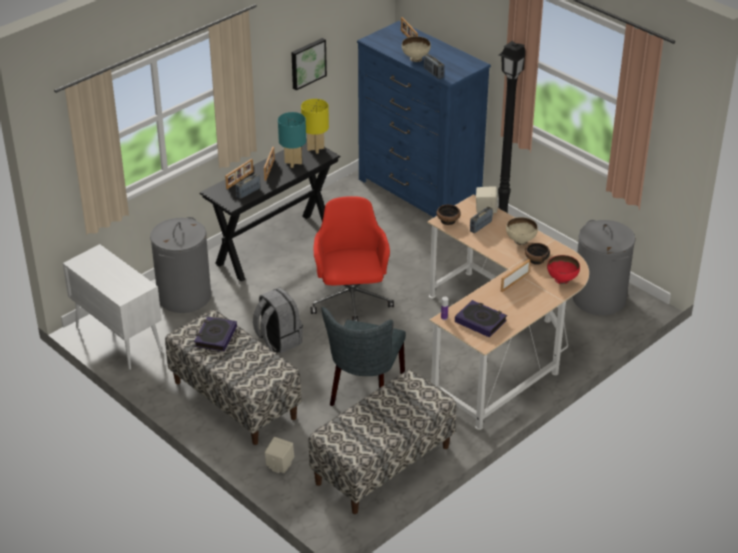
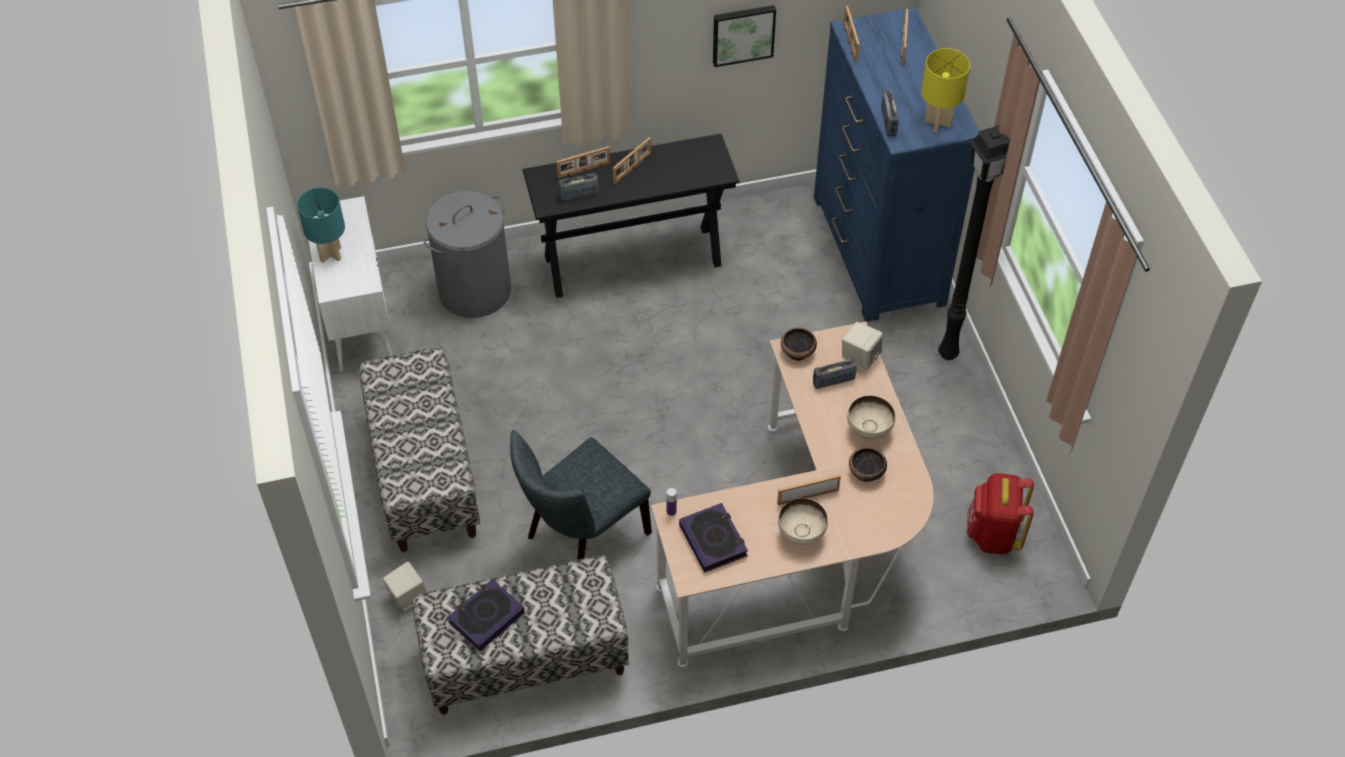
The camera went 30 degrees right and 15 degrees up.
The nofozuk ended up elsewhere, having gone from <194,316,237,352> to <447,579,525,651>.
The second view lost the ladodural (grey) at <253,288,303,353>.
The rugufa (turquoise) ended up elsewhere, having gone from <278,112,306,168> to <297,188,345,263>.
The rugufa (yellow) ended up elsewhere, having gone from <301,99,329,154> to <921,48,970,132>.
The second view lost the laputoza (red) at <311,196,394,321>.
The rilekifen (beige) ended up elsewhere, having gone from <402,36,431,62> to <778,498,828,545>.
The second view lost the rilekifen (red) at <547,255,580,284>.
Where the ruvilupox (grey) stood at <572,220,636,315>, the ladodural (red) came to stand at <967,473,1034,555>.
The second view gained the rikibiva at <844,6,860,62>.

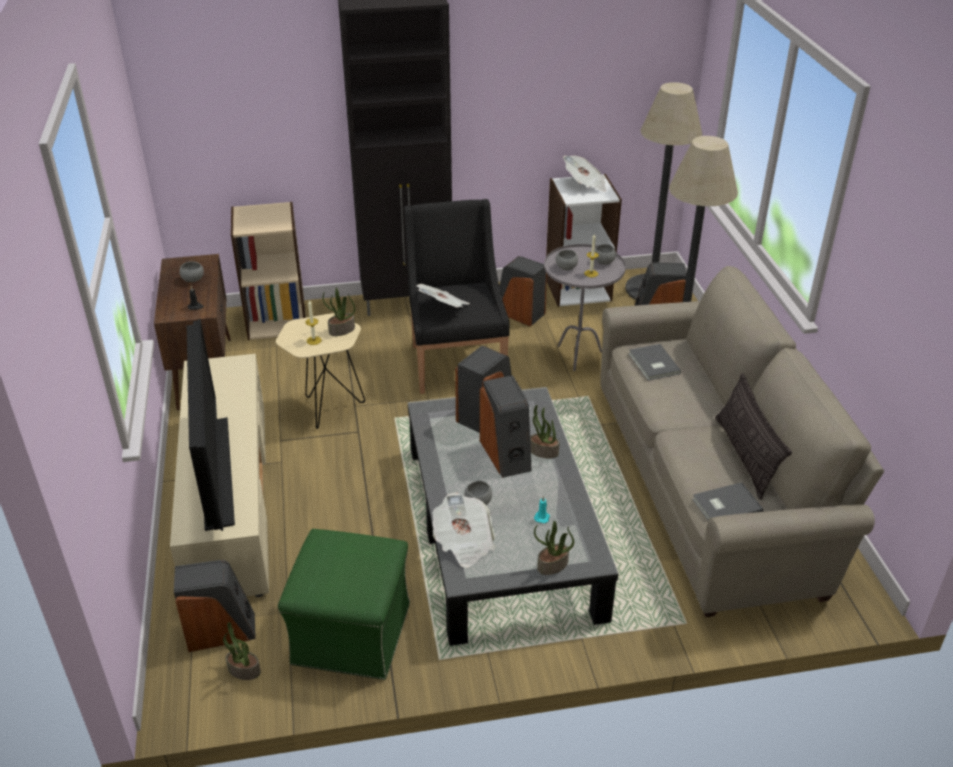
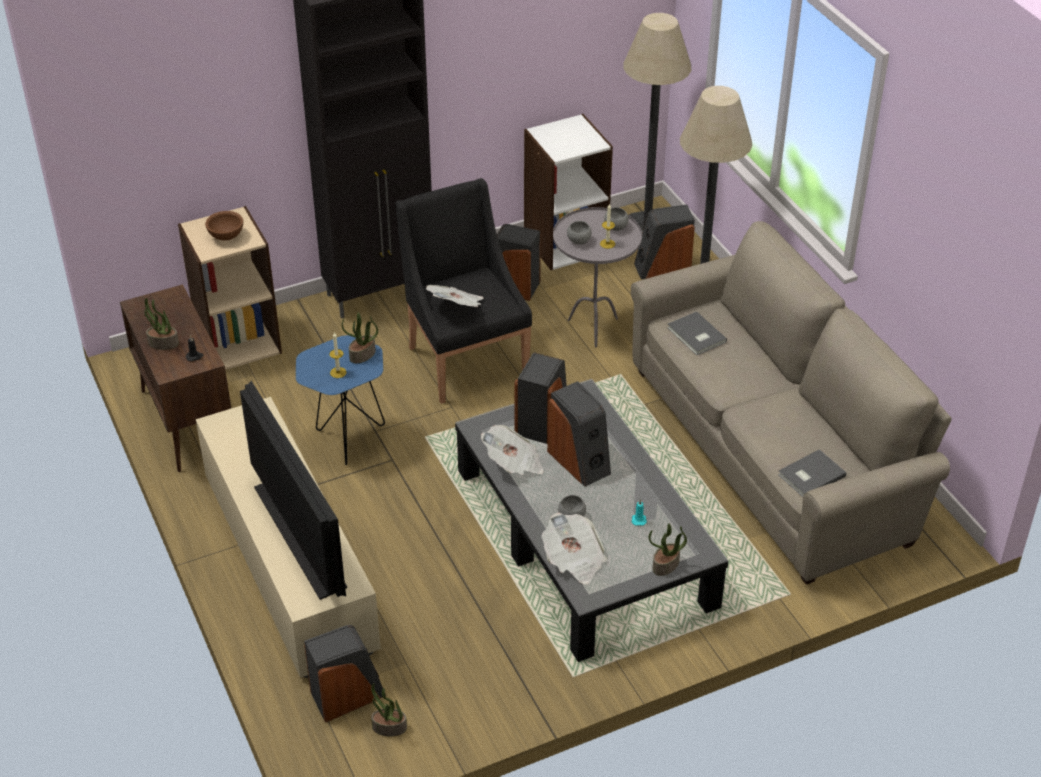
The camera went 15 degrees left and 5 degrees up.
The second view lost the rilekifen (grey) at <179,262,204,282>.
What was the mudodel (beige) at <276,313,365,429> turned into the mudodel (blue) at <296,335,385,465>.
The second view lost the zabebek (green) at <278,529,410,680>.
The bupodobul ended up elsewhere, having gone from <530,405,559,459> to <144,298,179,350>.
The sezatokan ended up elsewhere, having gone from <563,155,606,191> to <481,425,544,475>.
The second view lost the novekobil at <715,373,792,500>.
The second view gained the rilekifen (brown) at <205,211,243,241>.

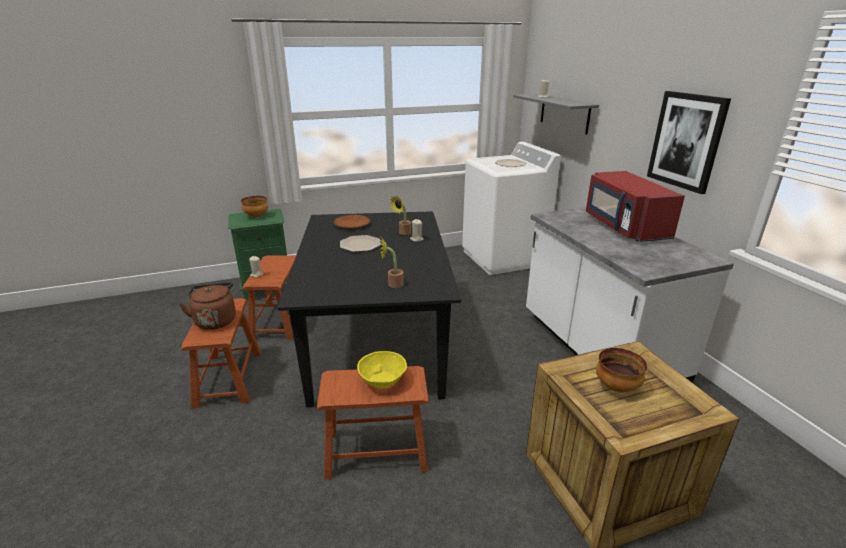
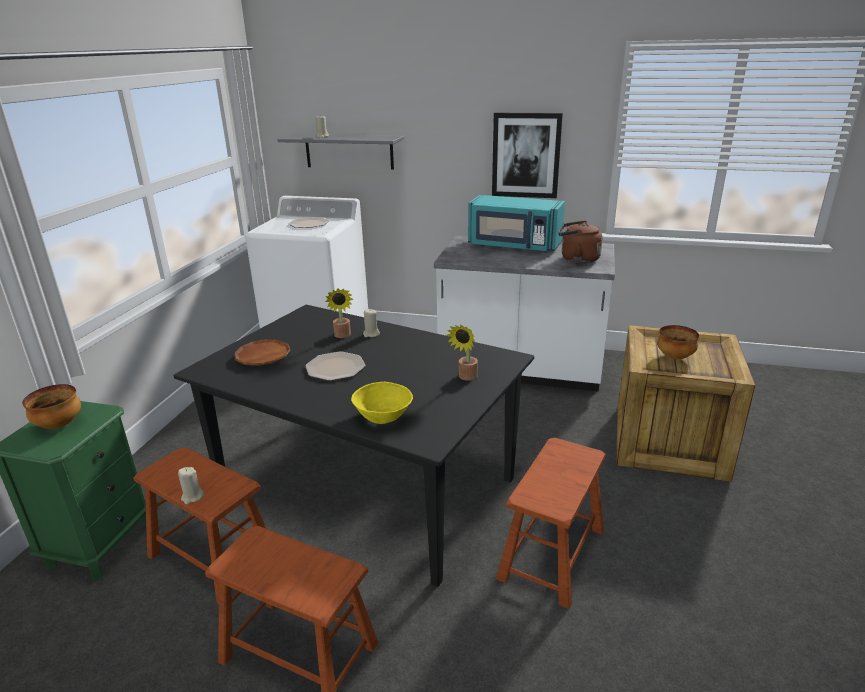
The camera went 55 degrees left and 0 degrees up.
The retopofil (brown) ended up elsewhere, having gone from <179,282,236,330> to <558,221,603,264>.
The rilekifen (yellow) ended up elsewhere, having gone from <357,351,407,389> to <351,382,413,424>.
What was the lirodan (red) at <586,171,685,242> turned into the lirodan (turquoise) at <468,195,565,252>.

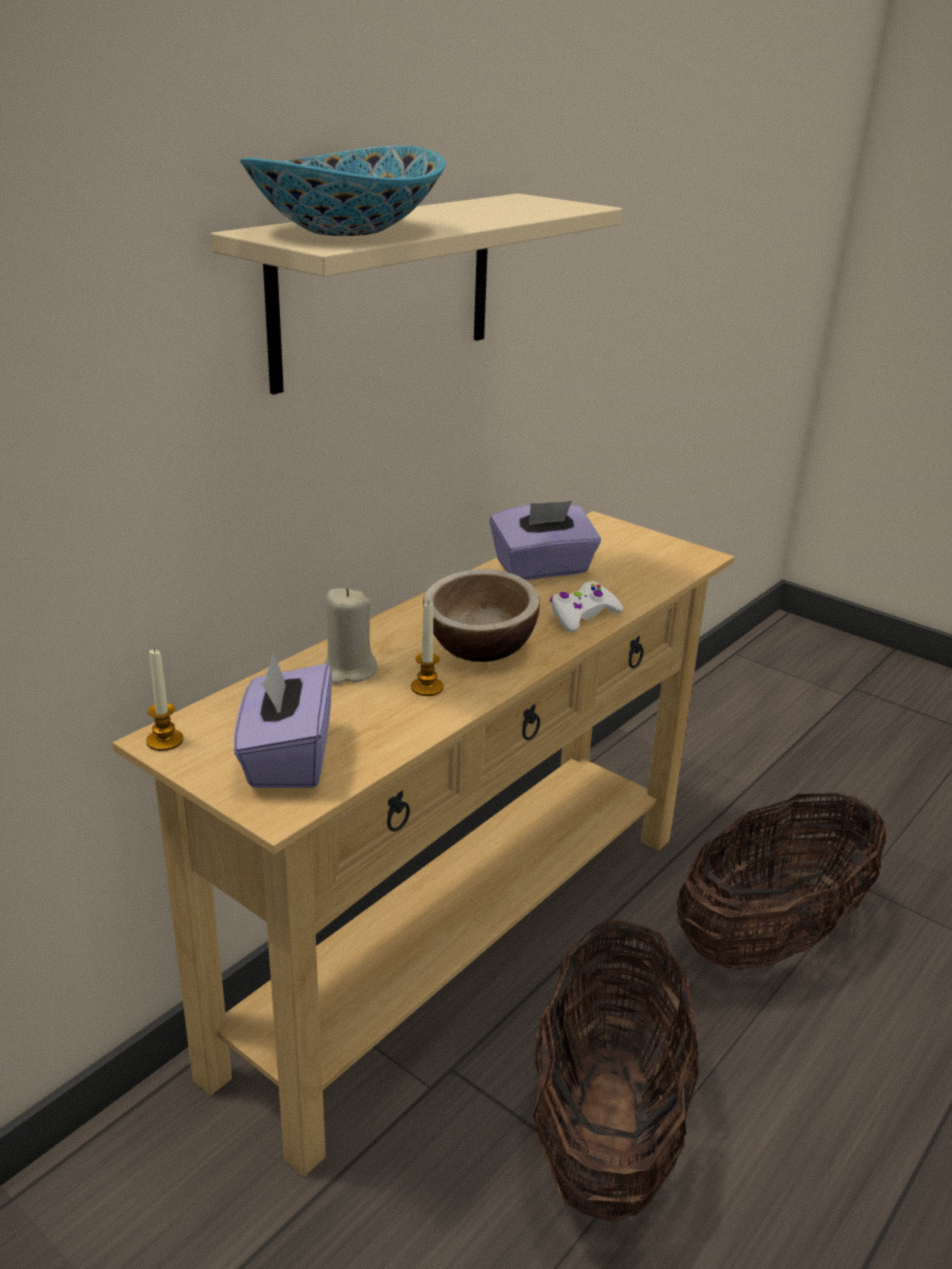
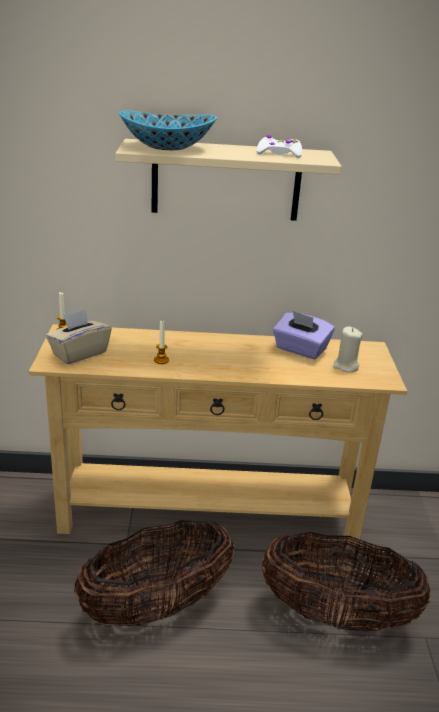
The camera went 50 degrees right and 0 degrees up.
What was the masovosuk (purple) at <234,653,332,788> turned into the masovosuk (beige) at <46,309,112,364>.
The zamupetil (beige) ended up elsewhere, having gone from <323,588,378,684> to <333,326,363,372>.
The second view lost the rilekifen at <423,569,540,662>.
The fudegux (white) ended up elsewhere, having gone from <550,582,623,632> to <256,135,302,158>.

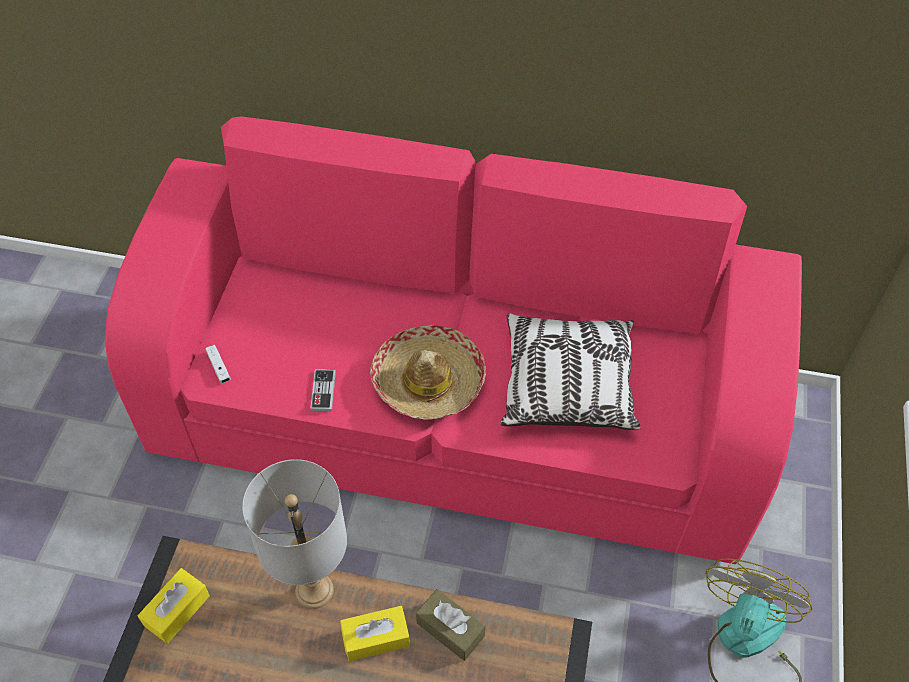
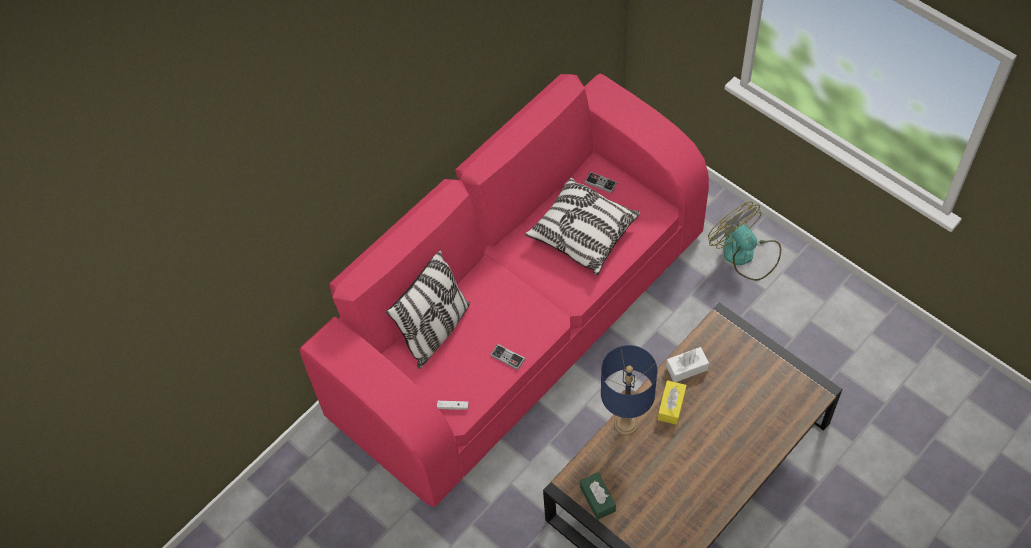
The camera went 55 degrees left and 5 degrees up.
What was the masovosuk (yellow) at <138,568,210,644> turned into the masovosuk (green) at <580,472,616,520>.
What was the rugufa (grey) at <242,459,347,609> turned into the rugufa (blue) at <601,345,657,435>.
The second view lost the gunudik at <370,325,486,420>.
What was the masovosuk (brown) at <416,589,485,661> turned into the masovosuk (white) at <666,347,709,382>.
The second view gained the novekobil at <386,250,470,369>.
The second view gained the fudegux at <584,172,617,193>.

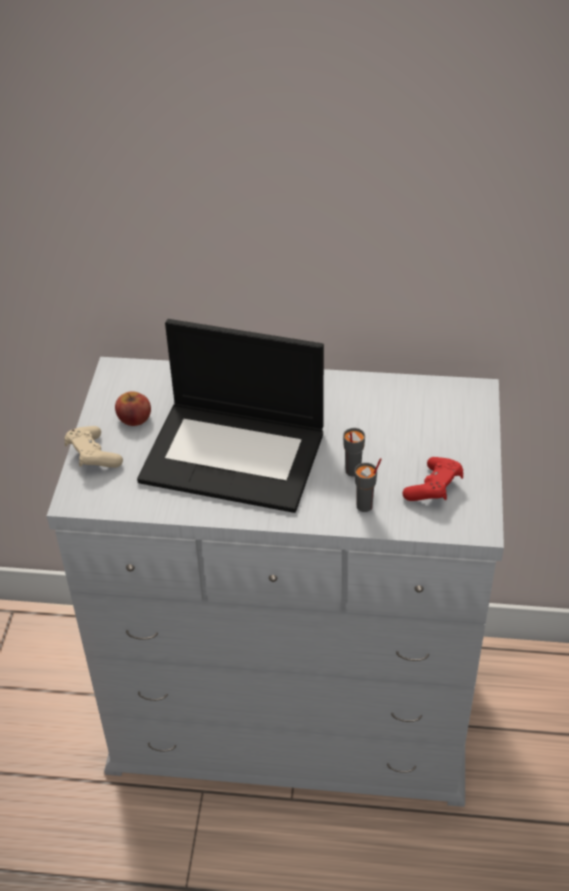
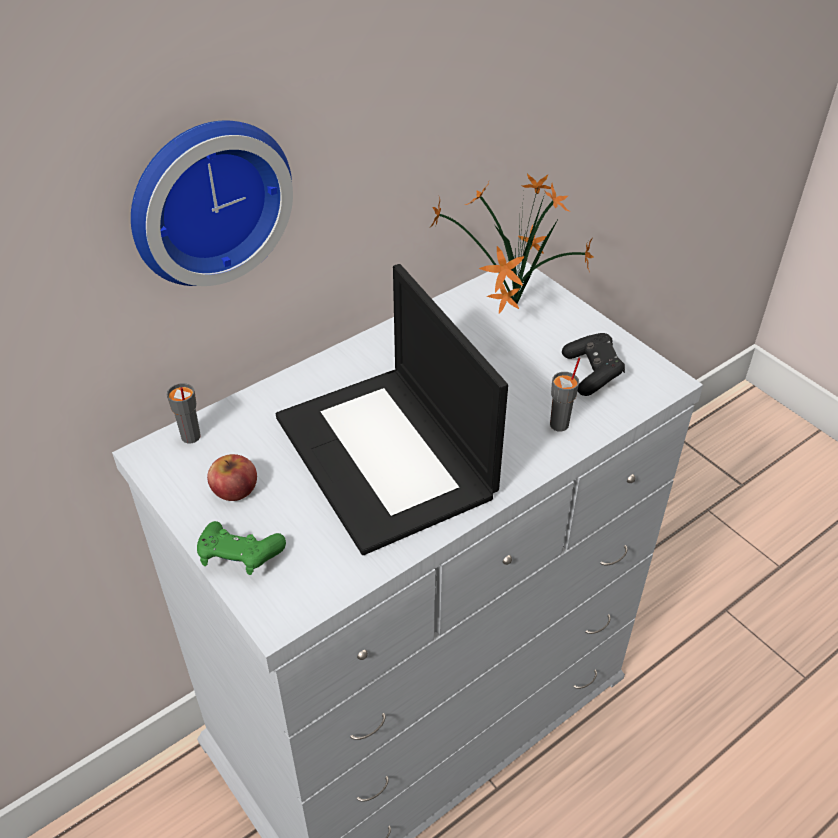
The camera went 45 degrees left and 0 degrees up.
What was the fudegux (beige) at <65,426,123,468> turned into the fudegux (green) at <197,521,286,575>.
The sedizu at <137,319,324,513> ended up facing another way, 90 degrees clockwise from before.
The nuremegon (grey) ended up elsewhere, having gone from <343,428,365,477> to <167,383,201,444>.
What was the fudegux (red) at <402,457,463,501> turned into the fudegux (black) at <562,333,625,396>.
The second view gained the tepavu at <131,120,293,286>.
The second view gained the bupodobul at <430,173,594,314>.

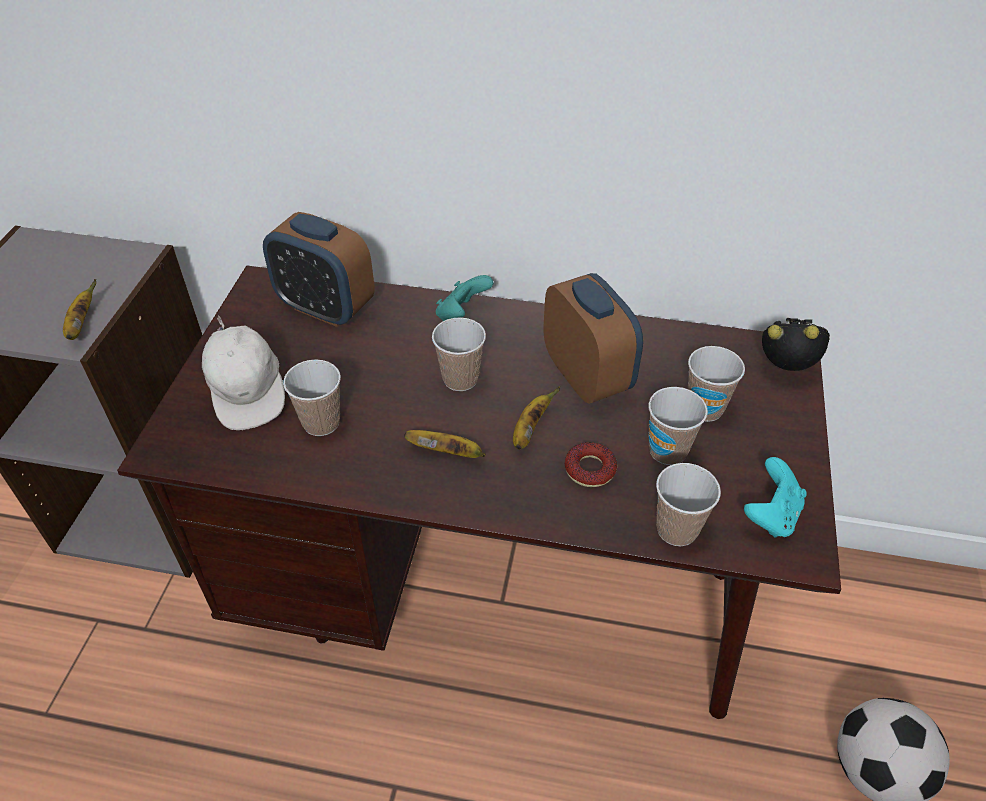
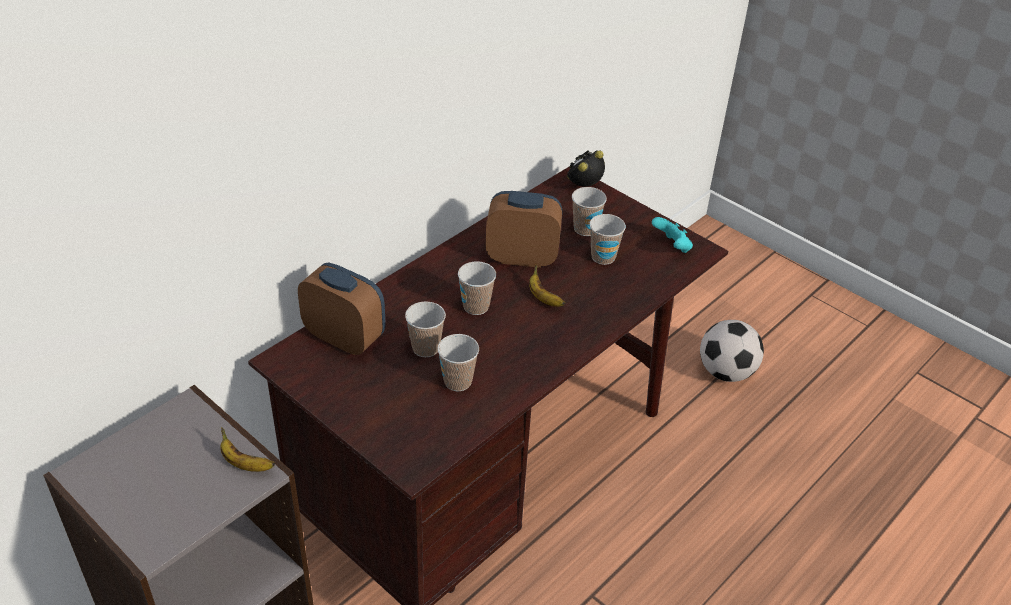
The camera went 60 degrees left and 5 degrees down.
The second view lost the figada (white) at <202,315,285,430>.
The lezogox at <263,212,375,327> ended up facing another way, 120 degrees counterclockwise from before.
The second view lost the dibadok at <404,430,486,458>.
The second view lost the fudegux (turquoise) at <436,275,493,321>.
The second view lost the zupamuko at <565,442,617,487>.
The nuremegon ended up elsewhere, having gone from <656,463,721,546> to <405,301,446,357>.

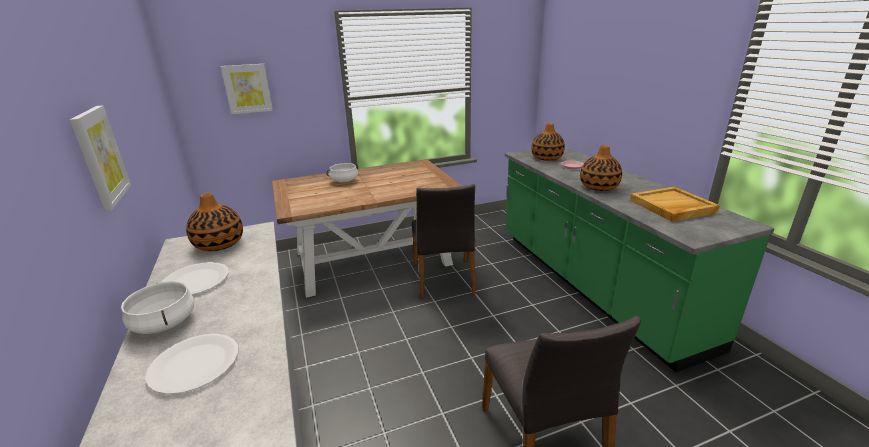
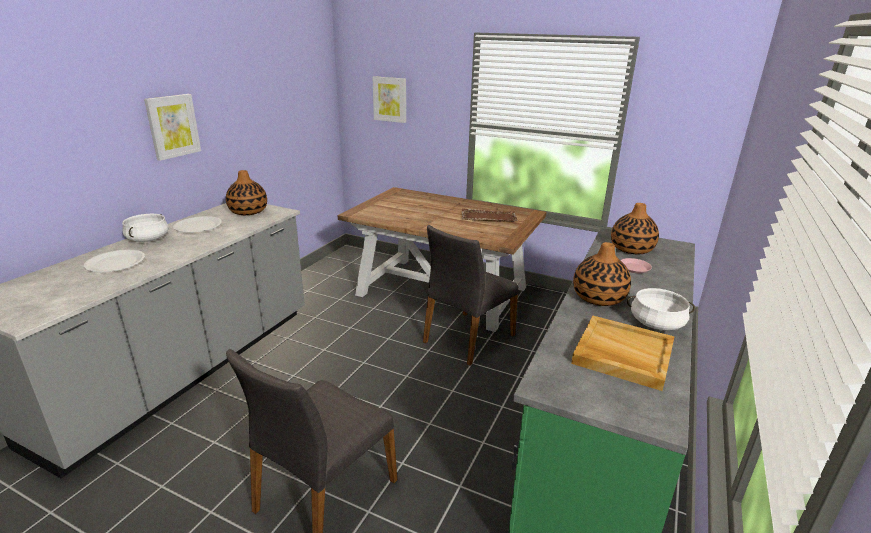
The camera went 45 degrees right and 0 degrees up.
The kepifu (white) ended up elsewhere, having gone from <327,163,358,182> to <627,288,695,331>.
The second view gained the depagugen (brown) at <462,208,518,222>.

